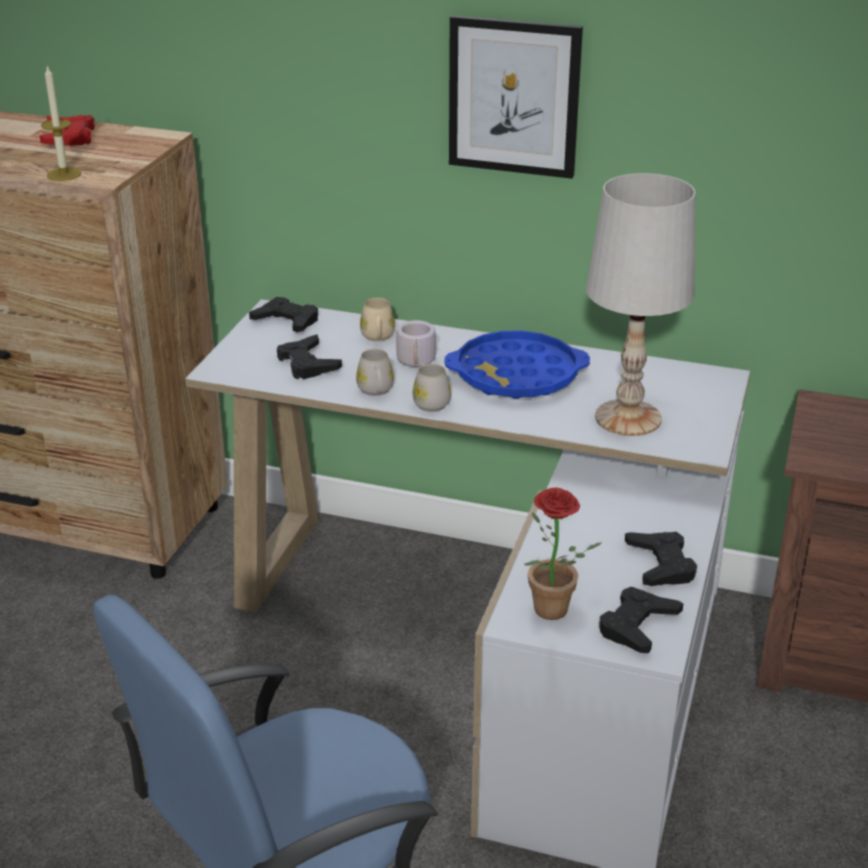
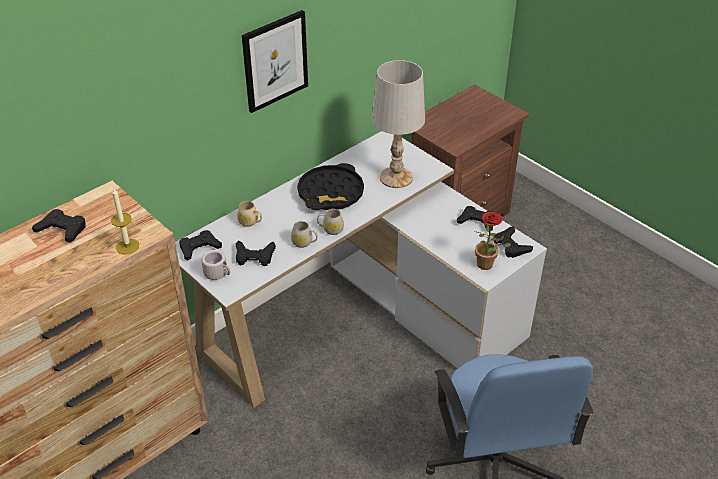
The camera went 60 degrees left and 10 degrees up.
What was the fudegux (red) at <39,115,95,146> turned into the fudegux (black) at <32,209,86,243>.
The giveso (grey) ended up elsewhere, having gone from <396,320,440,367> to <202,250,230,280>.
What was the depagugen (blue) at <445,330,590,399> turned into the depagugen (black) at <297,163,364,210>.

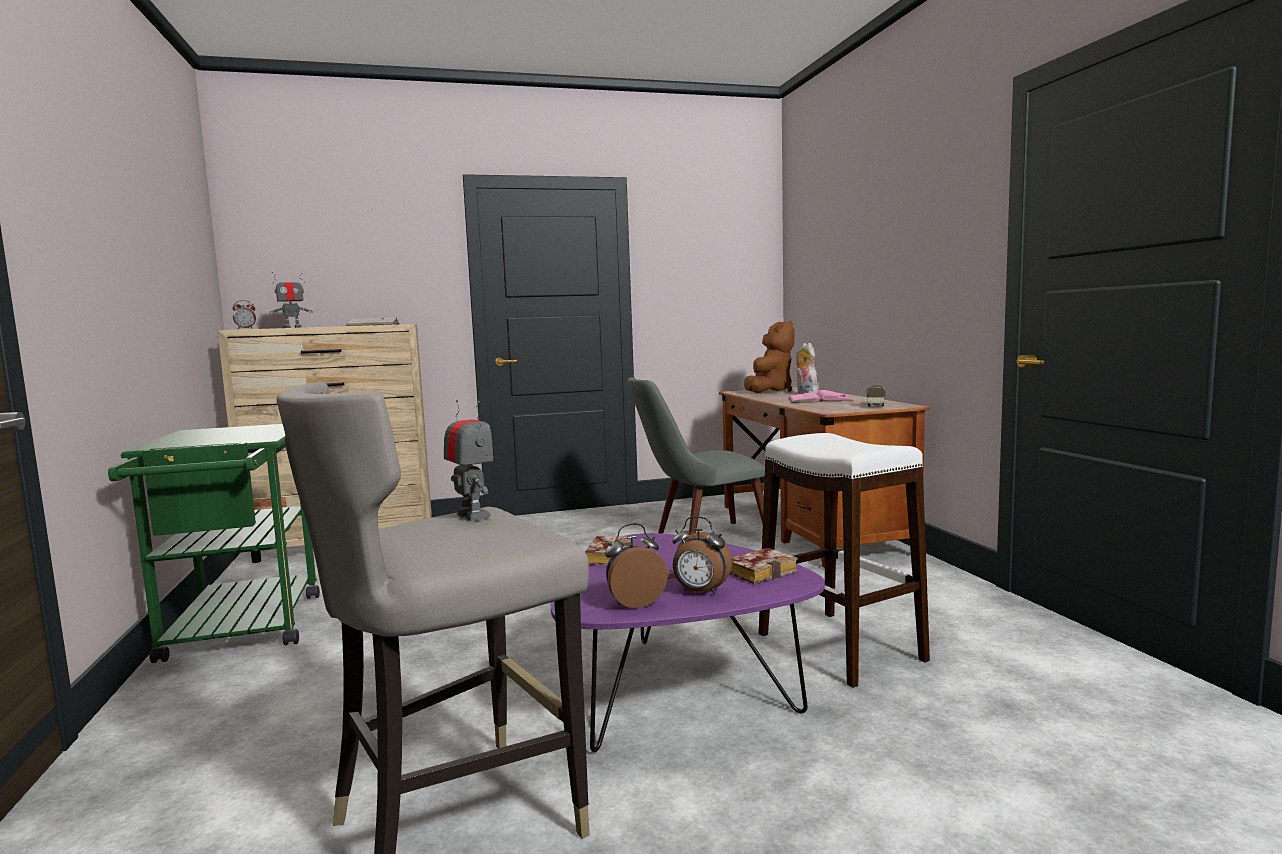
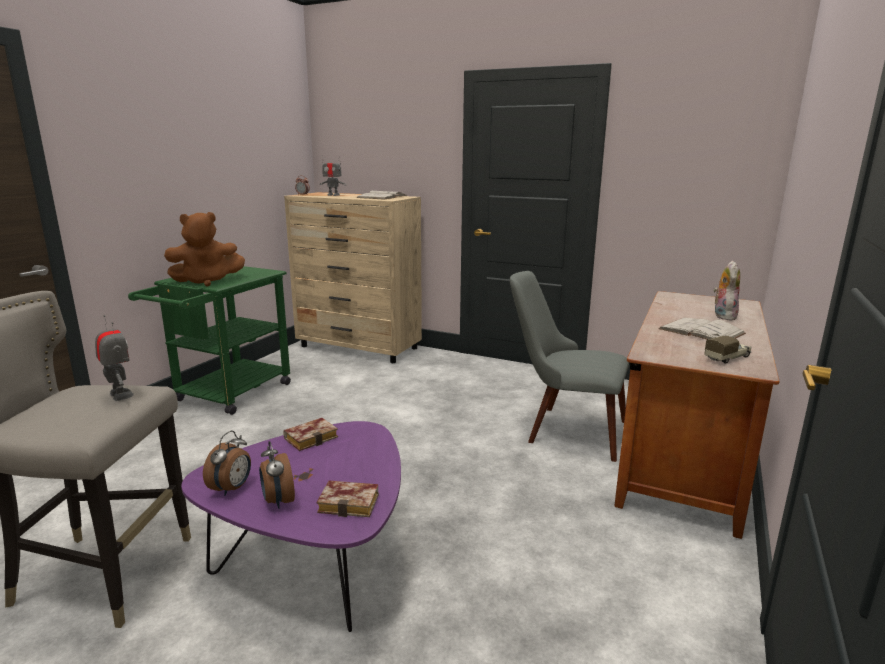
The camera went 40 degrees right and 10 degrees up.
The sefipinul at <444,400,493,521> ended up facing another way, 45 degrees counterclockwise from before.
The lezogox at <605,523,668,608> ended up facing another way, 90 degrees clockwise from before.
The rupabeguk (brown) ended up elsewhere, having gone from <744,320,795,393> to <164,212,245,287>.
The second view lost the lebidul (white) at <759,433,930,688>.
What was the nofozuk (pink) at <788,390,853,403> turned into the nofozuk (white) at <658,317,746,340>.

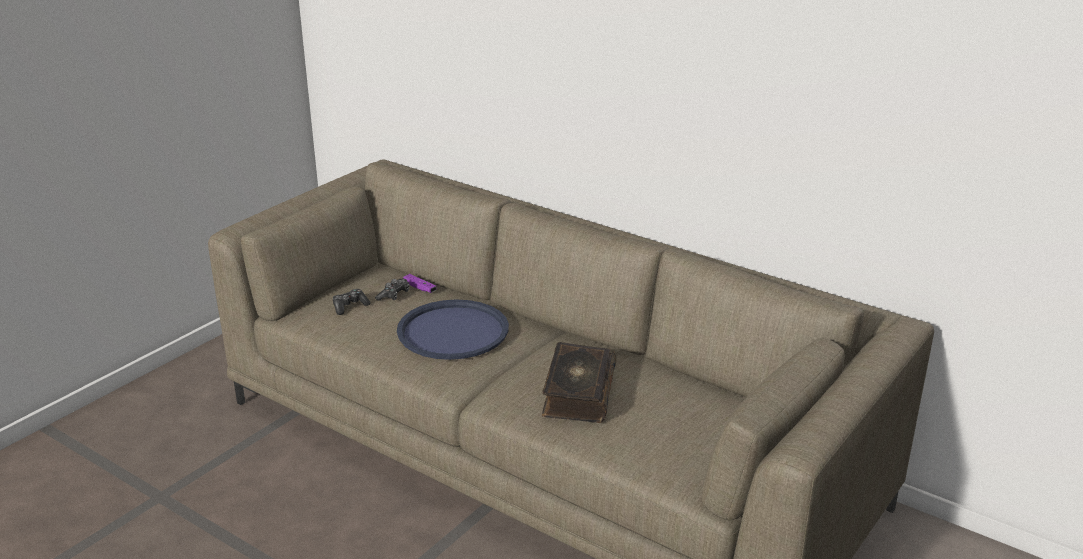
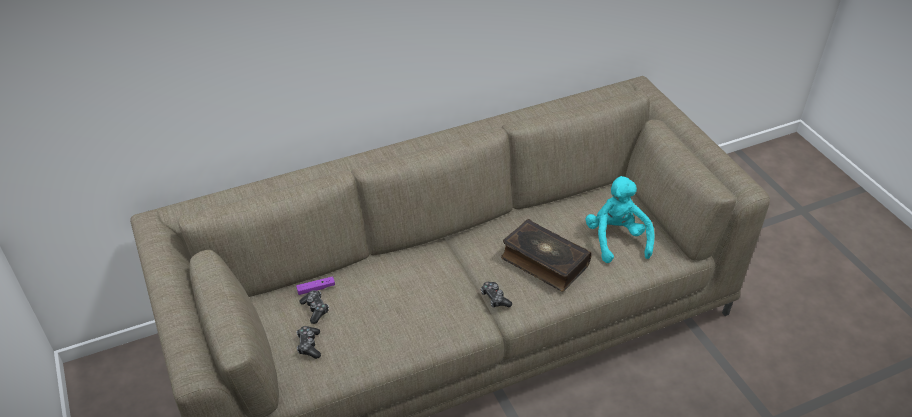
The camera went 60 degrees left and 15 degrees up.
The second view lost the depagugen (blue) at <397,300,509,360>.
The second view gained the fudegux at <481,282,512,307>.
The second view gained the rupabeguk (turquoise) at <586,176,655,263>.

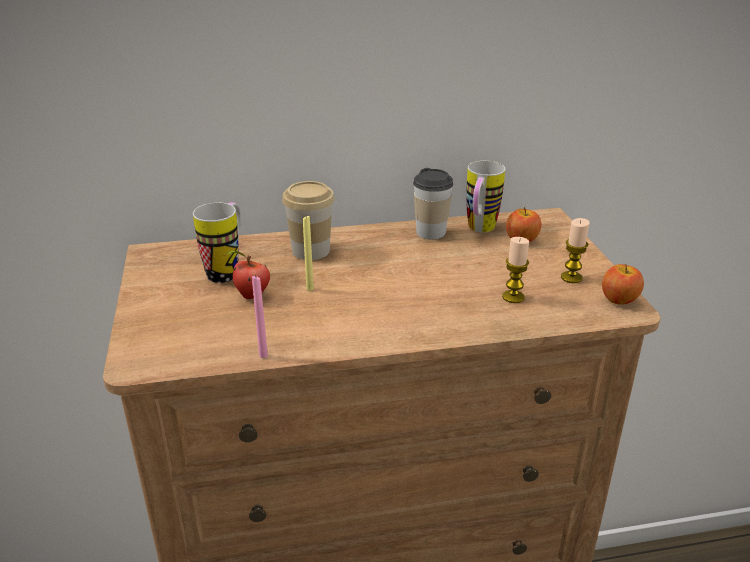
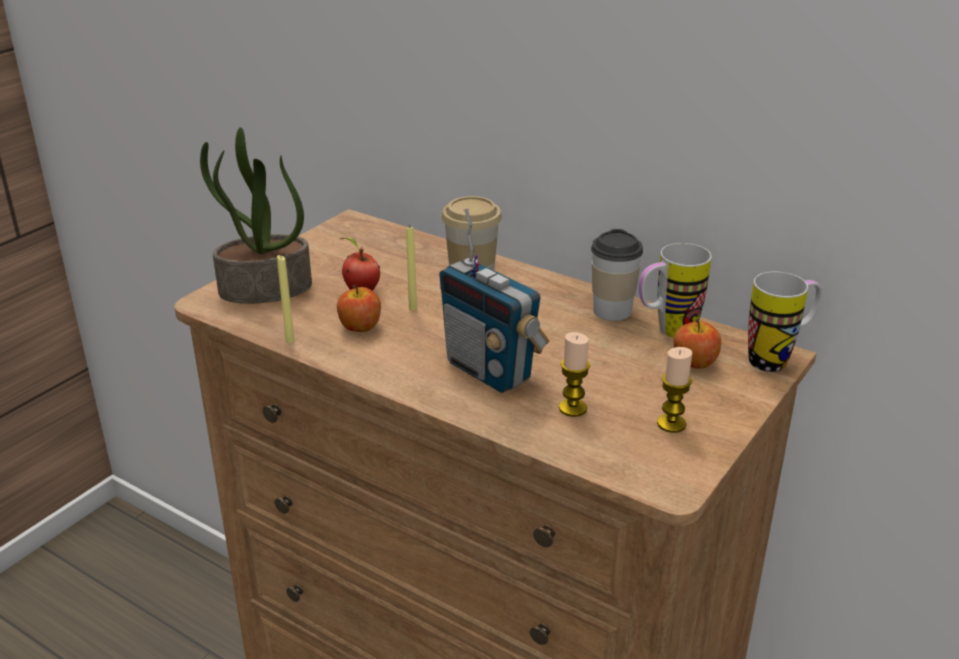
The camera went 45 degrees right and 0 degrees up.
The giveso ended up elsewhere, having gone from <193,202,241,283> to <748,271,823,372>.
What was the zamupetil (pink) at <252,276,268,358> turned into the zamupetil (yellow) at <277,255,295,343>.
The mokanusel ended up elsewhere, having gone from <602,264,644,305> to <337,285,381,332>.
The second view gained the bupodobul at <200,127,312,304>.
The second view gained the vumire at <439,208,549,393>.

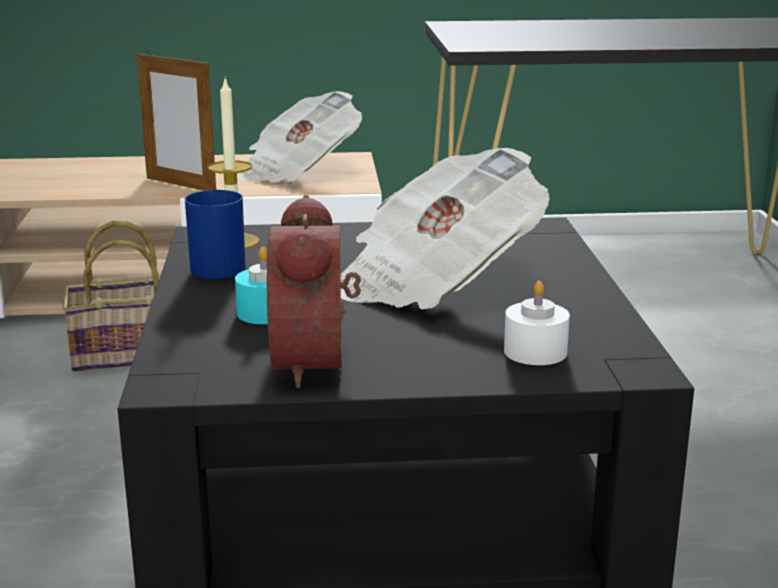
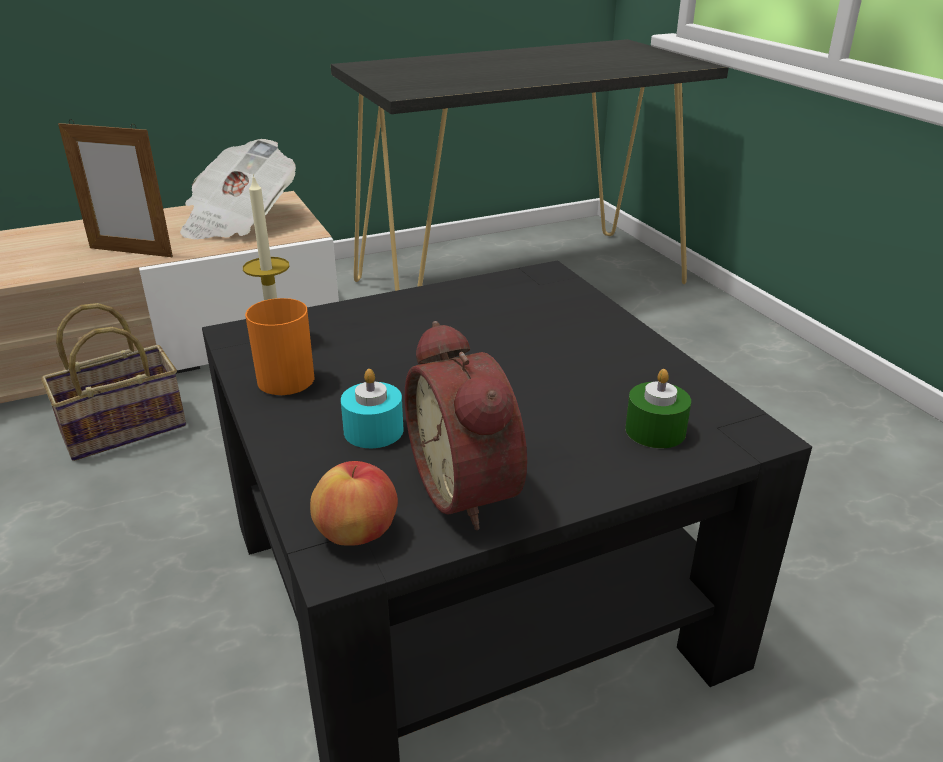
The camera went 20 degrees left and 10 degrees up.
What was the giveso (blue) at <185,190,246,279> turned into the giveso (orange) at <245,298,314,395>.
The second view lost the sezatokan at <340,148,549,310>.
What was the zamupetil (white) at <504,281,570,365> turned into the zamupetil (green) at <625,369,691,448>.
The second view gained the mokanusel at <310,461,398,545>.

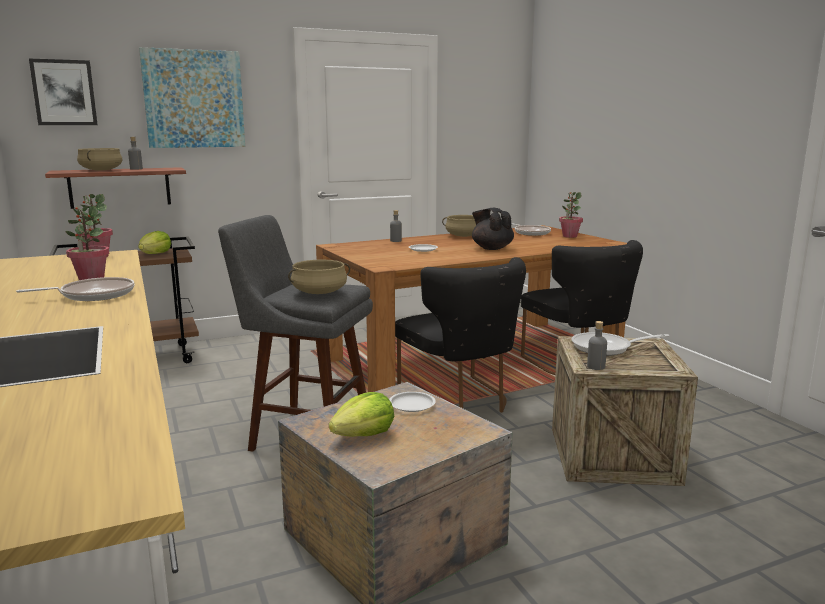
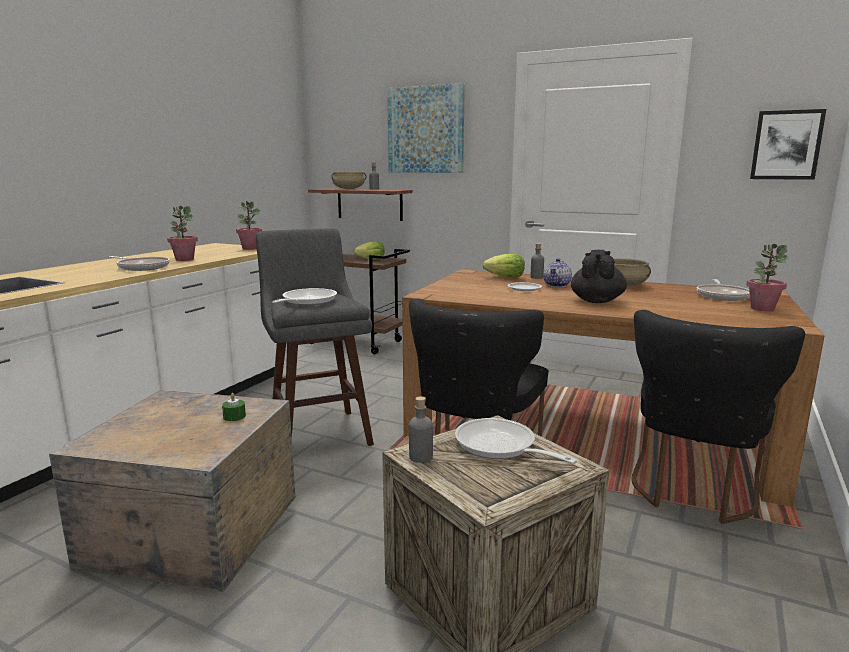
The camera went 50 degrees right and 0 degrees up.
The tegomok ended up elsewhere, having gone from <29,58,98,125> to <750,109,826,180>.
Where the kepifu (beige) stood at <288,260,350,294>, the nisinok came to stand at <272,288,337,305>.
The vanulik ended up elsewhere, having gone from <329,392,394,437> to <483,253,525,278>.
Where the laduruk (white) stood at <389,392,436,412>, the zamupetil (green) came to stand at <222,393,246,421>.
The second view gained the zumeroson at <543,258,572,287>.

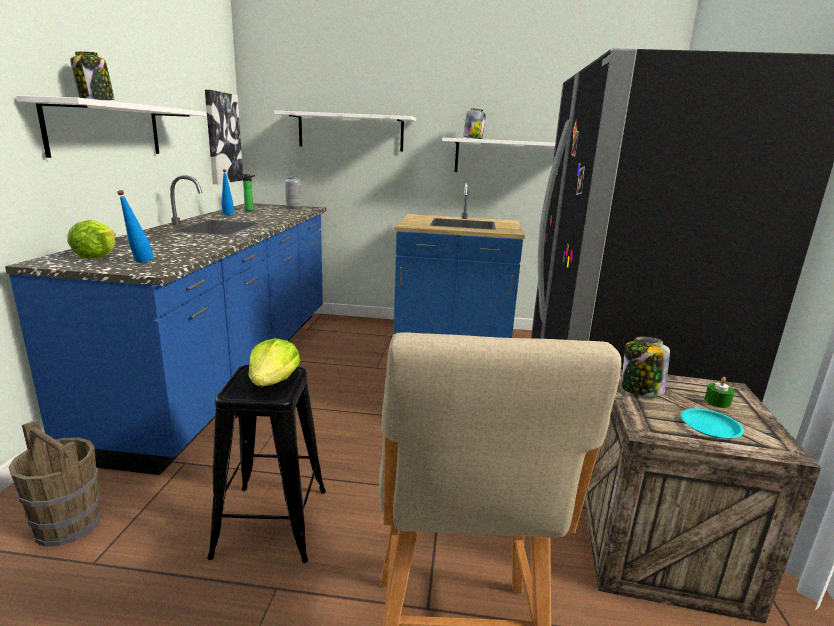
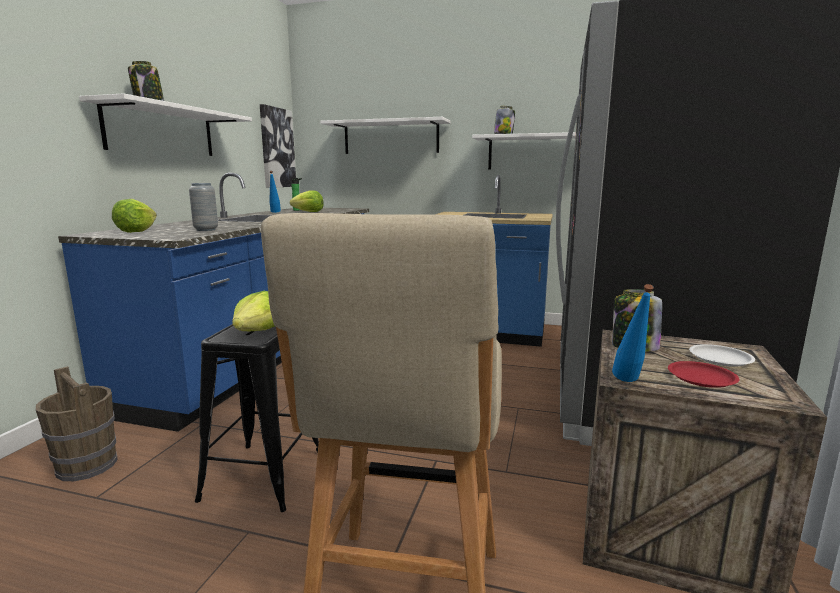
The camera went 10 degrees right and 5 degrees down.
The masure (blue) ended up elsewhere, having gone from <117,190,154,263> to <612,284,654,382>.
The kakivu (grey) ended up elsewhere, having gone from <285,177,302,209> to <189,183,218,231>.
What was the laduruk (turquoise) at <681,408,744,439> turned into the laduruk (red) at <668,361,740,388>.
Where the zamupetil (green) stood at <704,377,735,408>, the laduruk (white) came to stand at <689,344,755,367>.
The second view gained the vanulik at <290,191,324,212>.

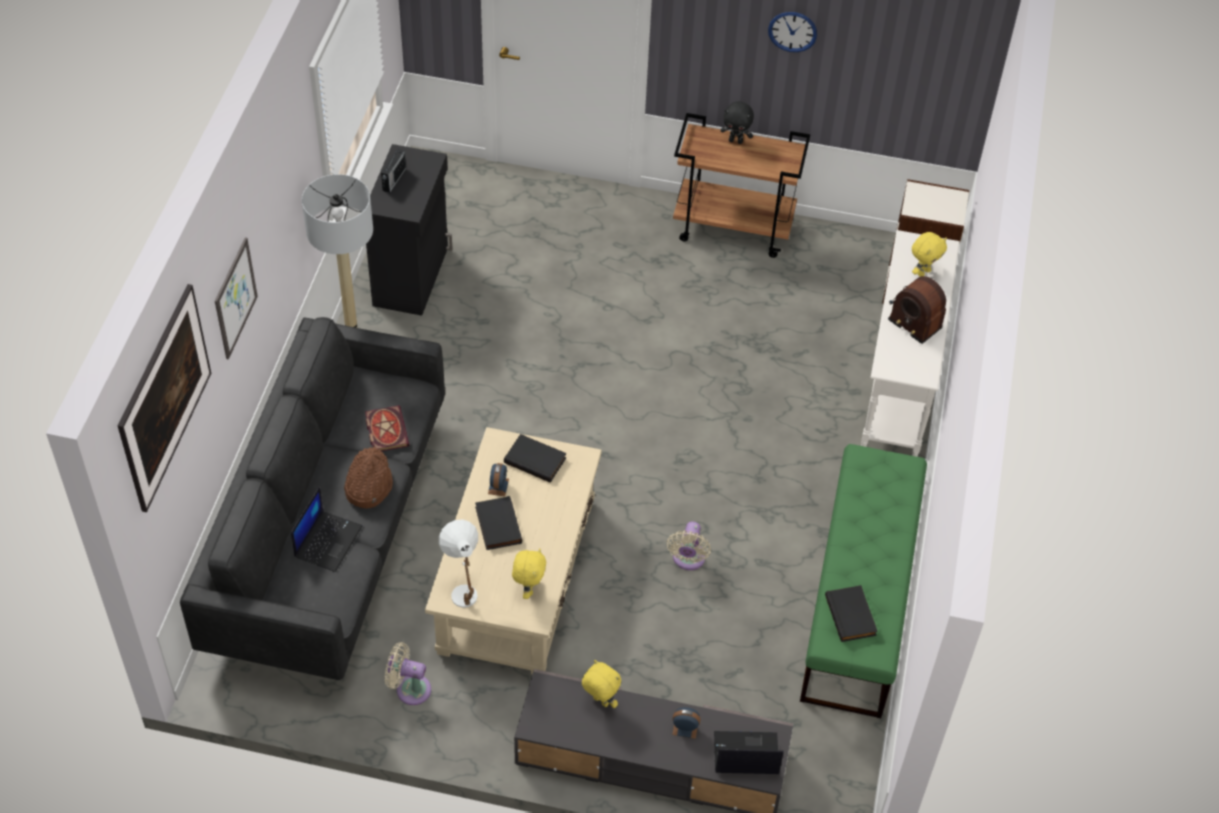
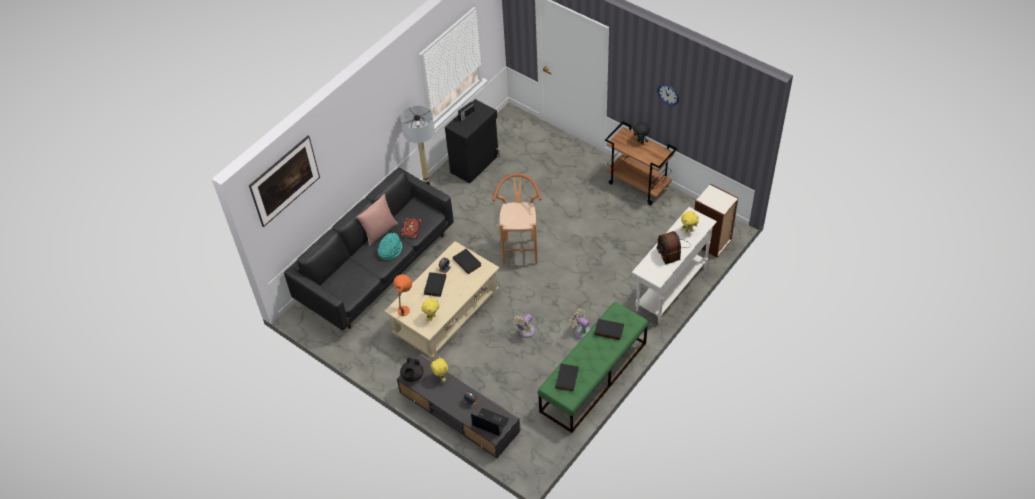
The camera went 30 degrees right and 0 degrees up.
The second view lost the tegomok at <215,237,258,360>.
The second view lost the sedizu at <291,486,362,572>.
What was the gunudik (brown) at <344,447,393,509> turned into the gunudik (turquoise) at <378,233,403,260>.
The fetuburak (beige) ended up elsewhere, having gone from <385,642,431,705> to <569,308,590,339>.
What was the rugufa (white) at <439,519,478,608> turned into the rugufa (orange) at <393,274,412,316>.
The second view gained the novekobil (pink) at <357,194,398,246>.
The second view gained the zumeroson (black) at <400,357,423,382>.
The second view gained the lebidul (brown) at <493,174,542,265>.
The second view gained the nofozuk (black) at <594,319,624,340>.

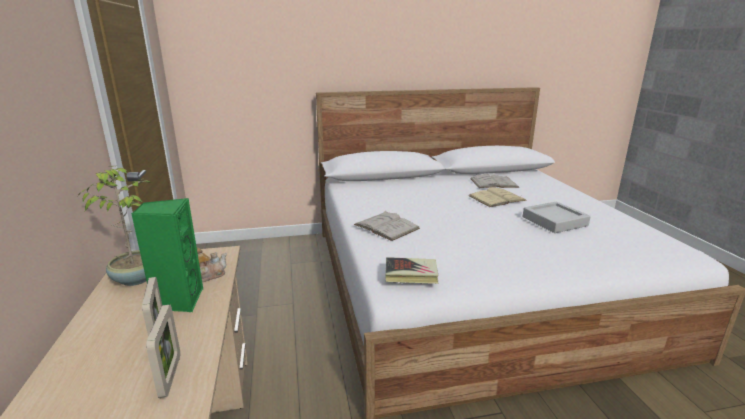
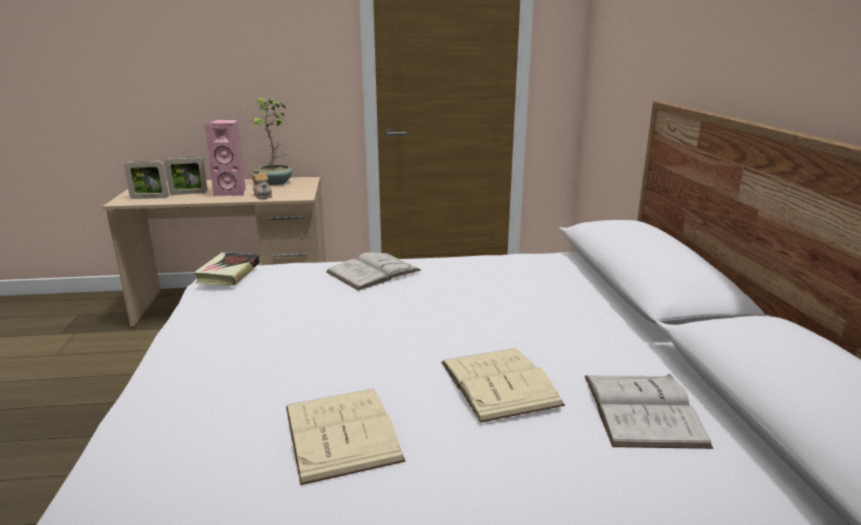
The camera went 95 degrees right and 0 degrees up.
What was the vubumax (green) at <131,198,203,312> turned into the vubumax (pink) at <204,119,246,196>.
Where the depagugen (grey) stood at <523,202,591,233>, the nofozuk (beige) came to stand at <286,389,406,485>.

